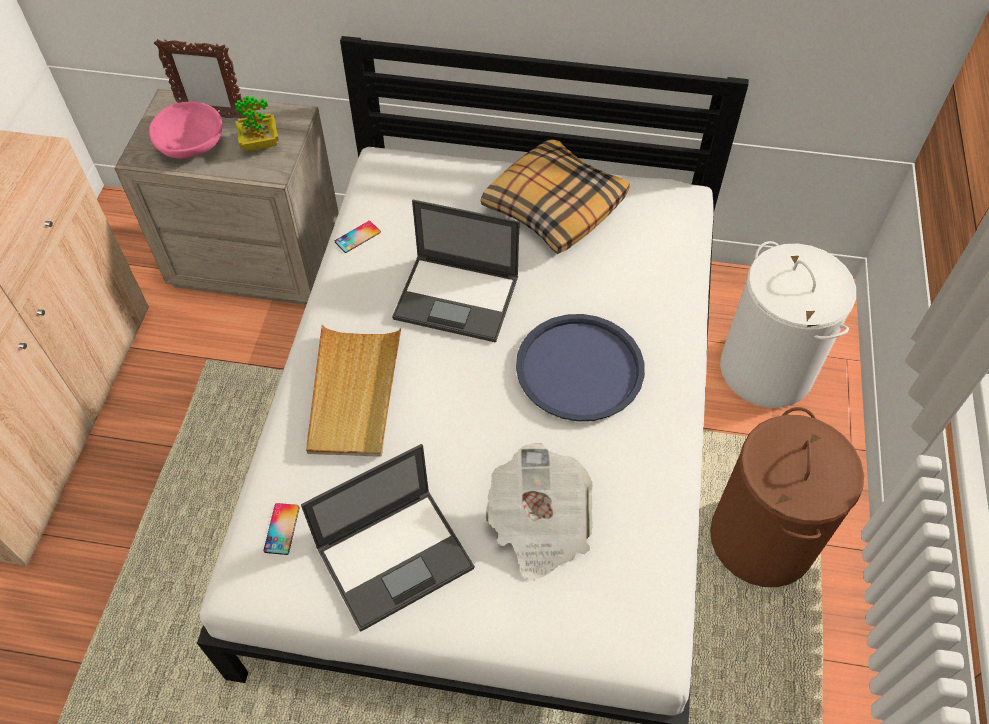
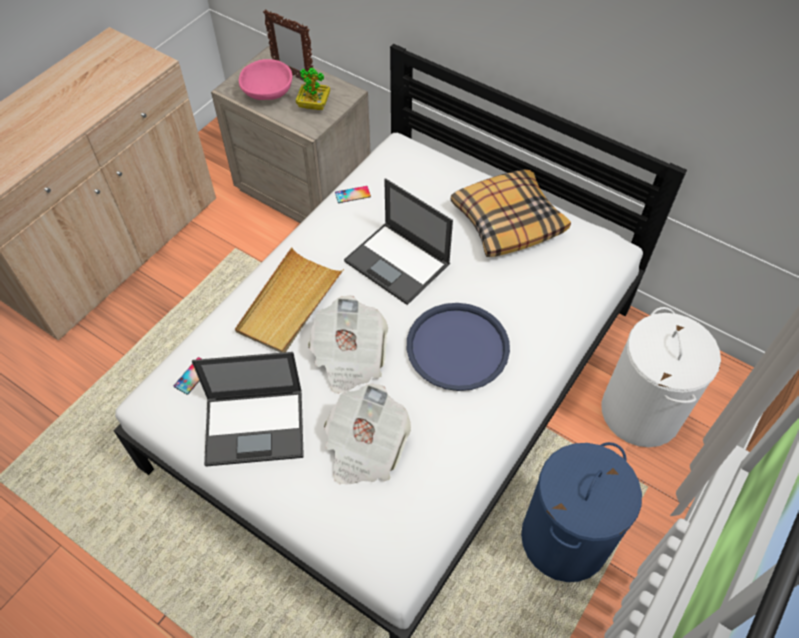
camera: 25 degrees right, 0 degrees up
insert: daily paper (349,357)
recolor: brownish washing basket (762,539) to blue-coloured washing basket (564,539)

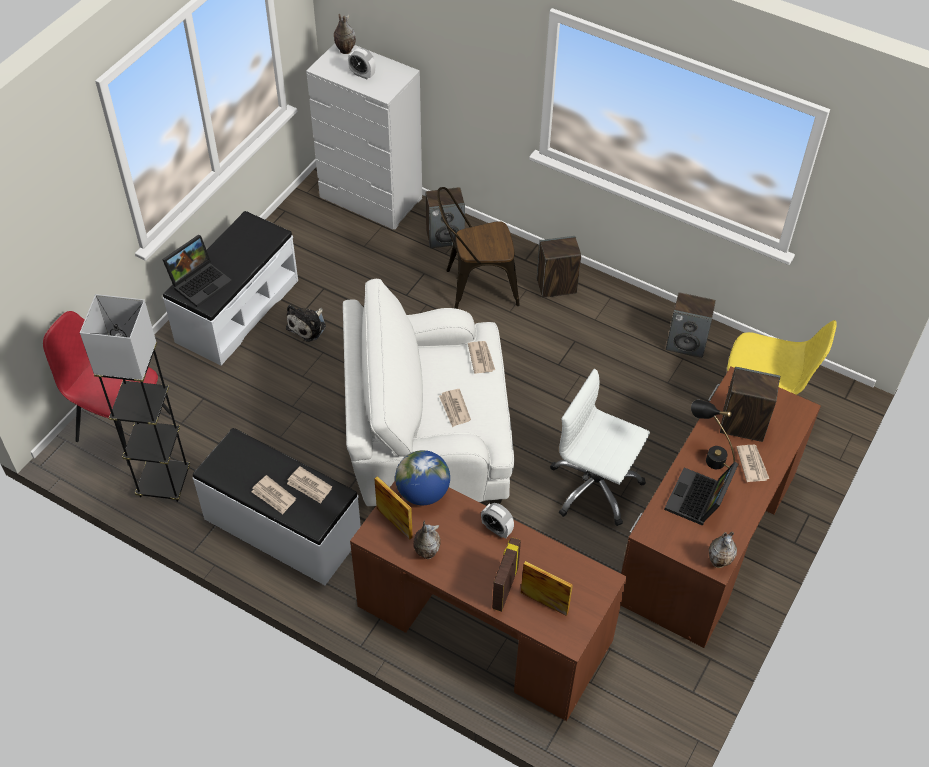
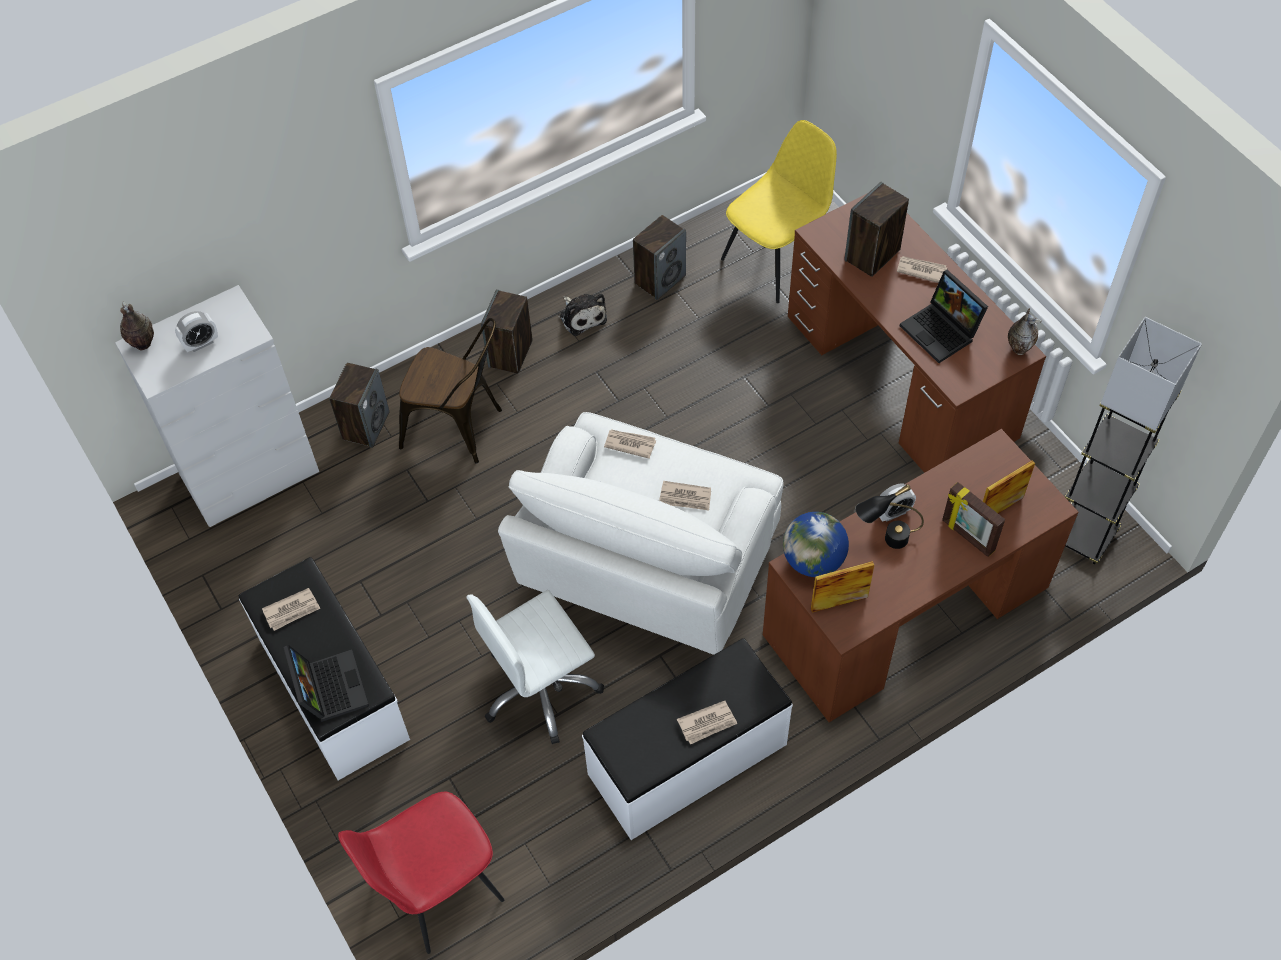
camera: 60 degrees left, 5 degrees up
delete: vase (426,552)
move: daily paper (309,486) to (292,610); white-coloured desk chair (595,487) to (540,689); soft toy (308,326) to (582,316); black lamp for a table (708,455) to (885,541); greyish standard lamp (164,483) to (1083,536)
rotate: brownish plain chair (475,286) = (459,428) 90 degrees counterclockwise

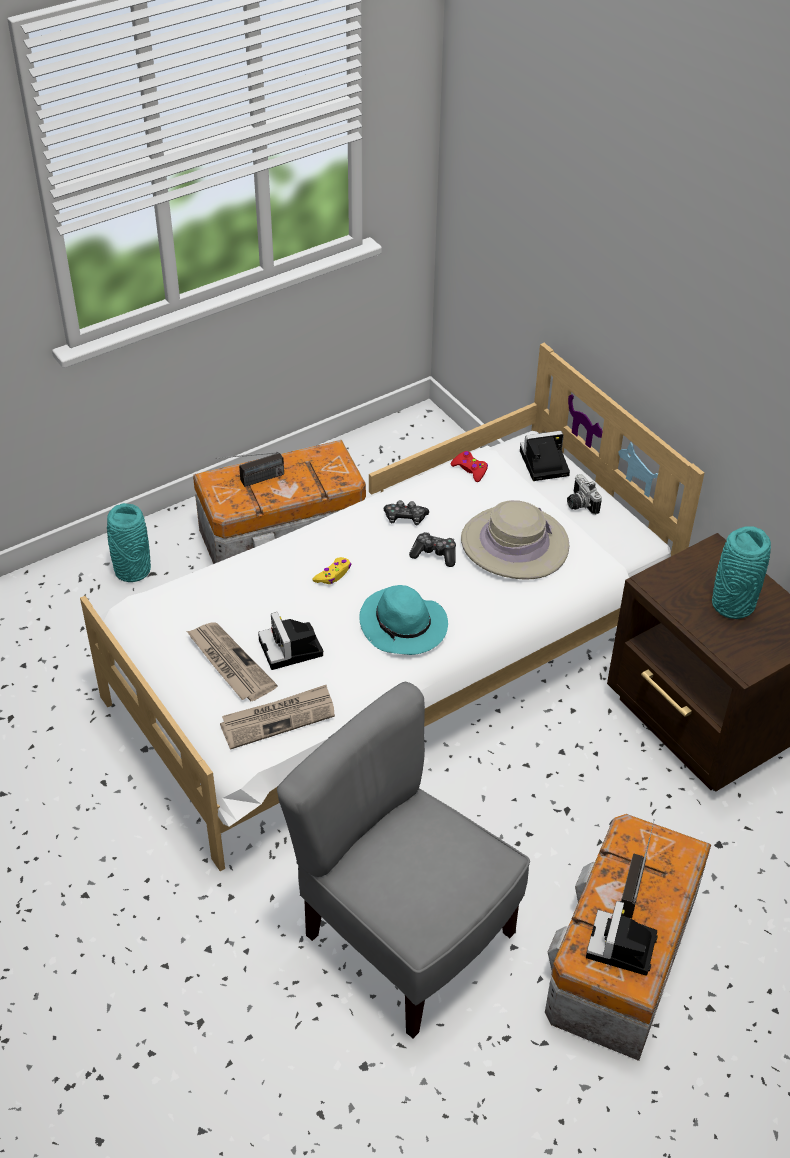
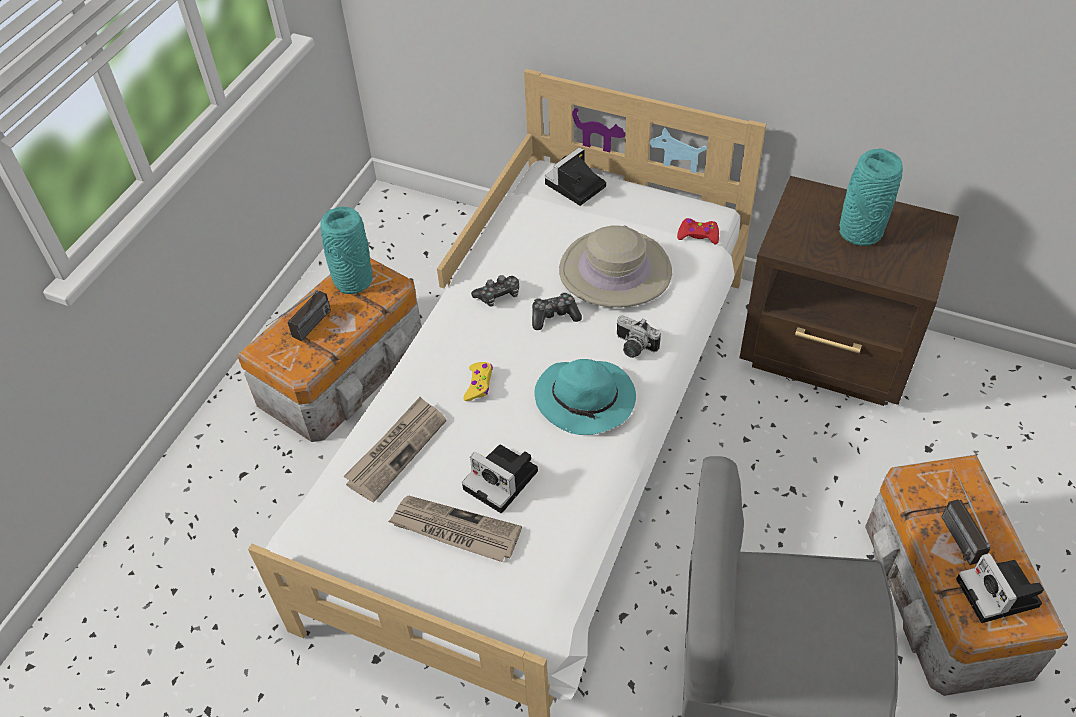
camera: 30 degrees left, 5 degrees up
move: turquoise-coloured vase (132,570) to (352,281); daily paper (278,718) to (396,450); still camera (579,504) to (633,347); red joypad (470,469) to (698,235)

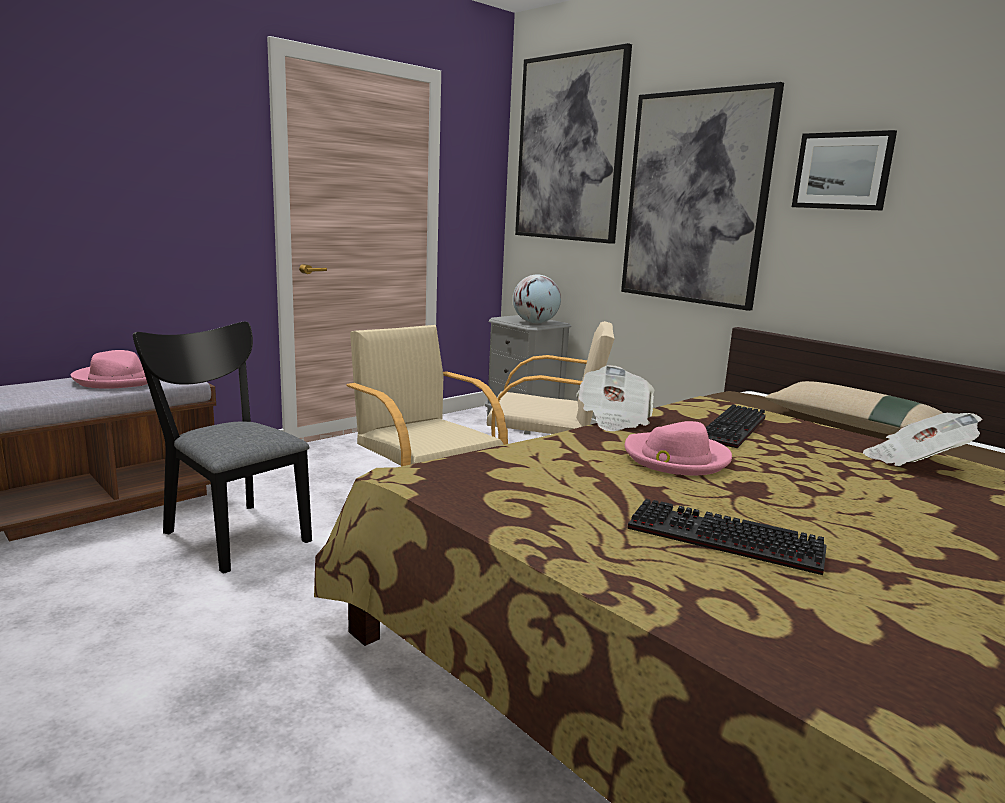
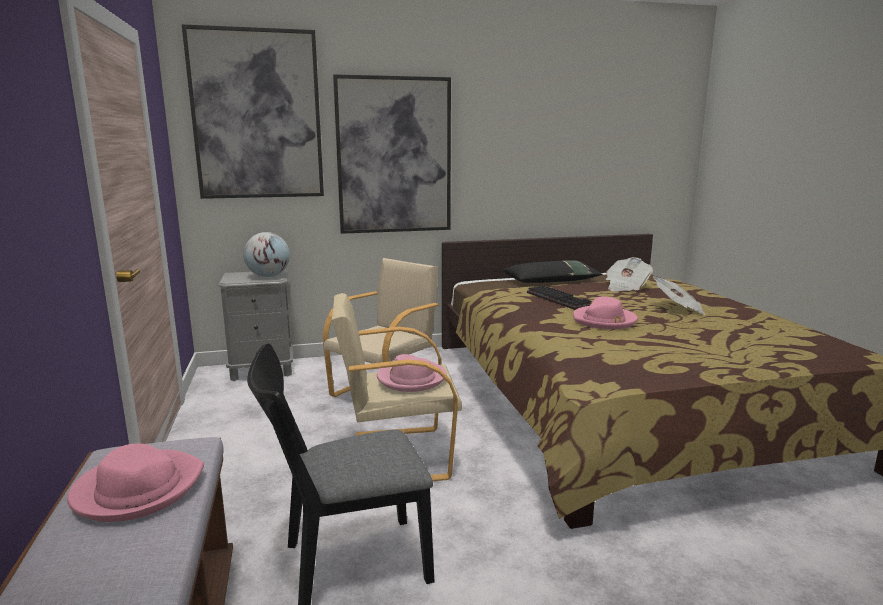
camera: 60 degrees left, 0 degrees up
delete: keyboard (720,540); wall picture (842,171)
insert: pink-coloured clothing hat (411,378)
move: daily paper (613,419) to (678,309)
recolor: beige-coloured pillow (853,425) to black pillow (552,281)

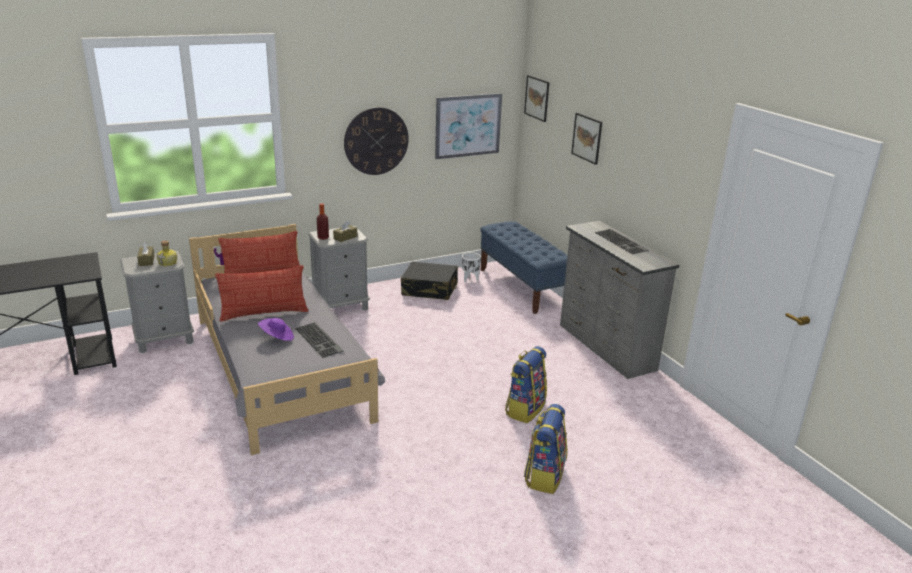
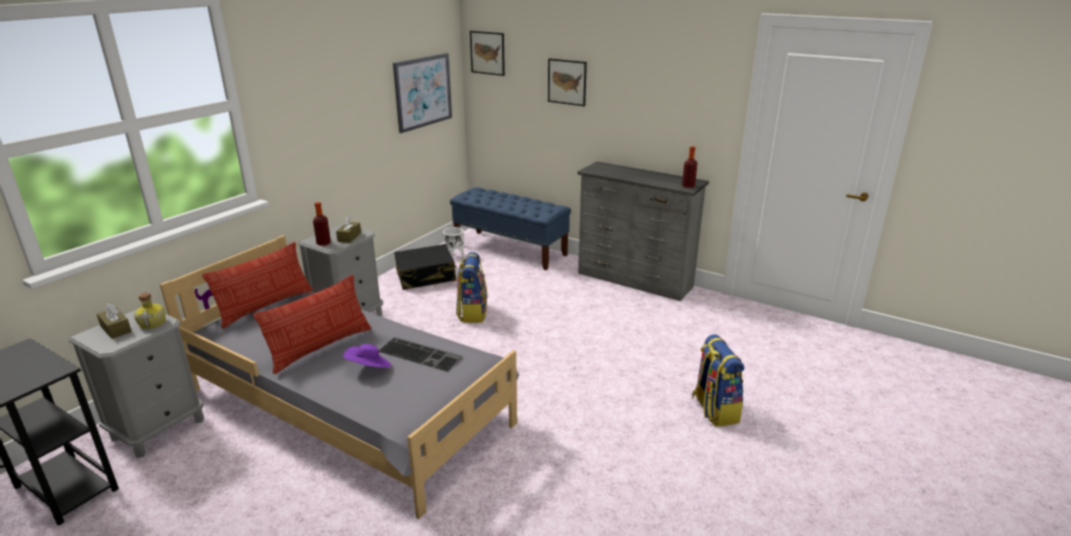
camera: 30 degrees left, 0 degrees up
delete: clock on the wall (376,141); keyboard (622,241)
insert: drink bottle (688,186)
move: backpack (525,409) to (472,313)

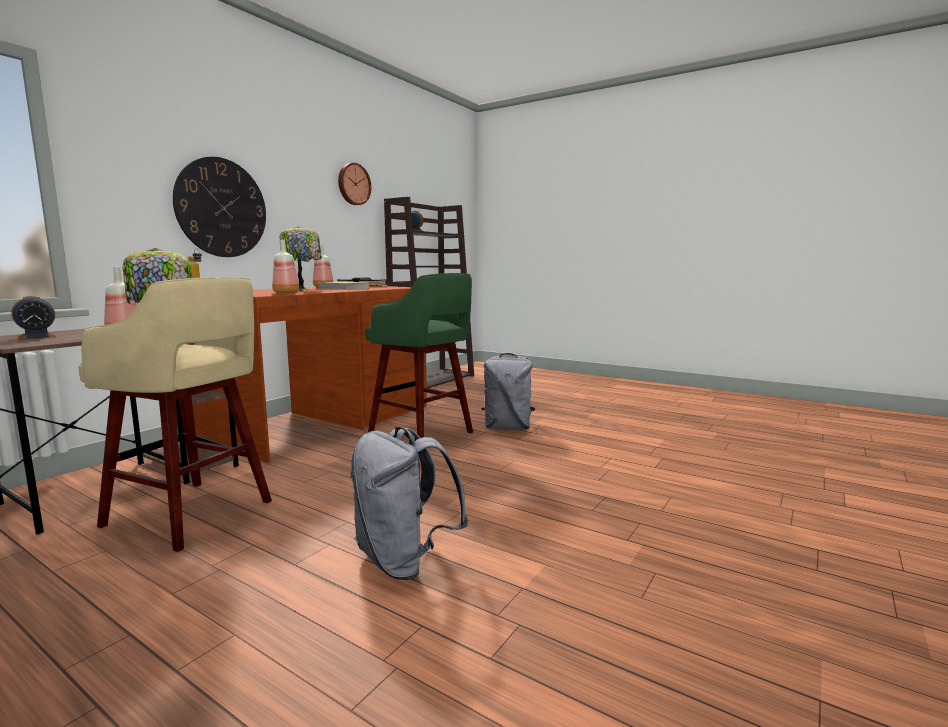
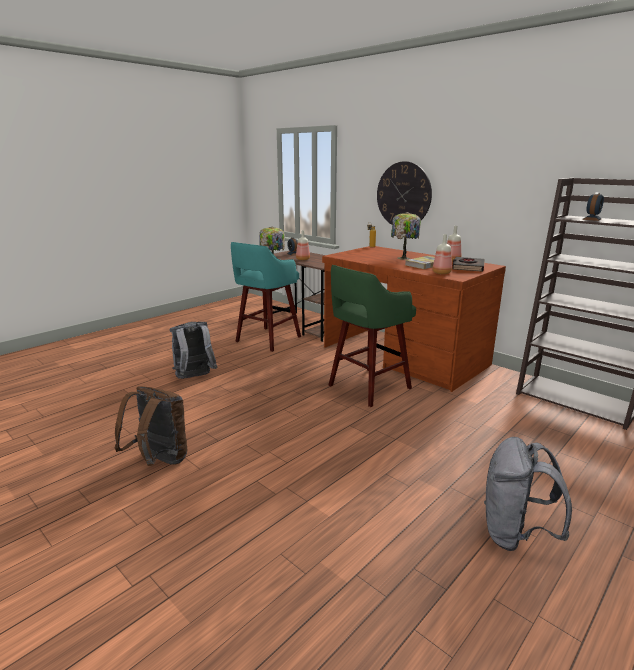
camera: 100 degrees right, 10 degrees up
delete: clock on the wall (353,184)
insert: brownish backpack (159,461)
move: drink bottle (286,293) to (442,273); greyish backpack (507,428) to (515,534)
recolor: beige-coloured stool (192,514) to turquoise-coloured stool (267,340)

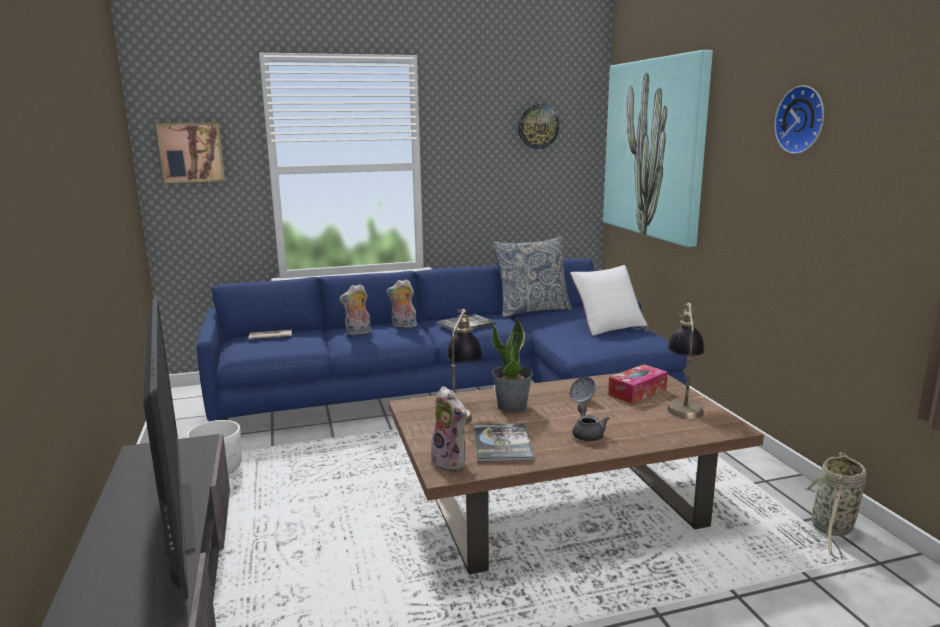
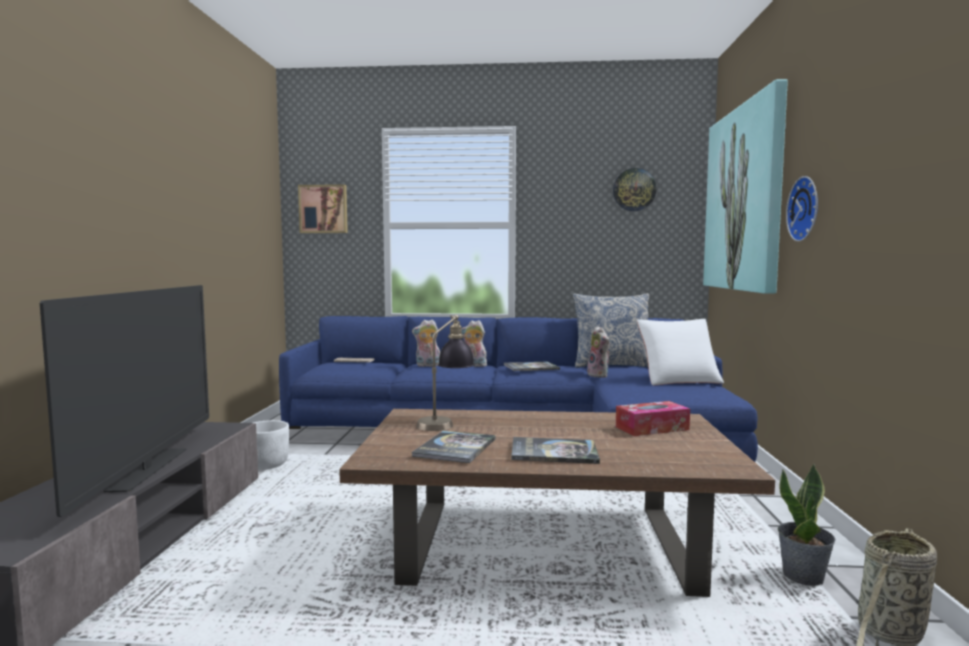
camera: 20 degrees right, 10 degrees down
delete: deep dish (582,400); lamp for a table (683,404)
move: soft toy (451,462) to (599,375); houseplant (512,406) to (803,577); clock on the wall (802,120) to (806,209)
replace: greyish teapot (587,434) to volume (554,452)

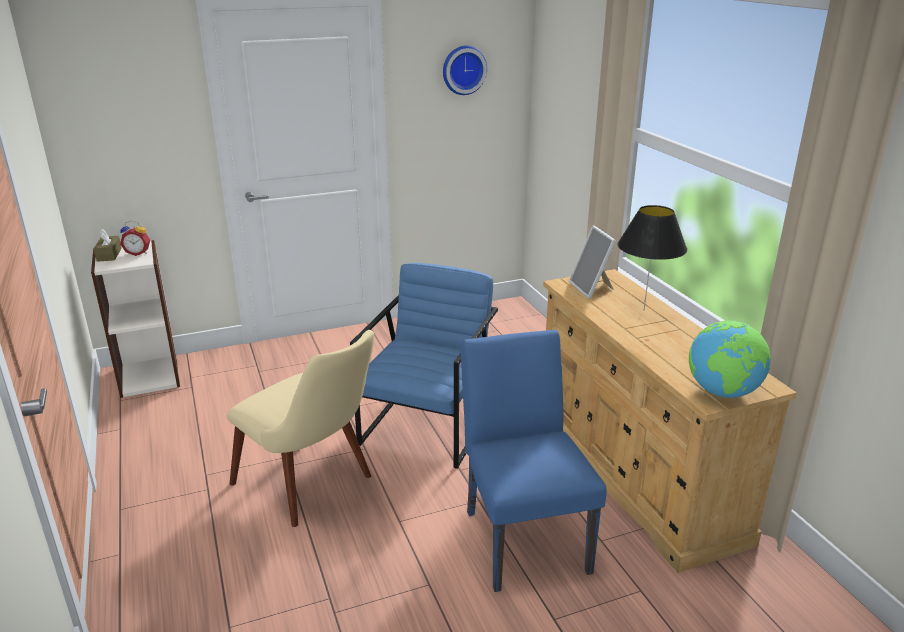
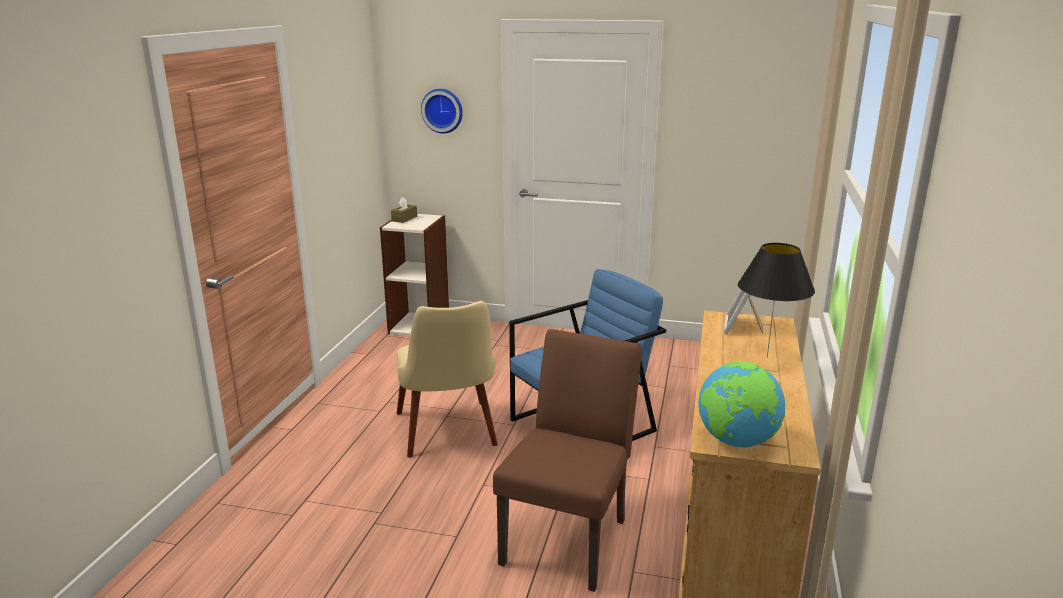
camera: 35 degrees right, 5 degrees down
delete: table clock (138,253)
move: clock on the wall (463,69) to (443,110)
recolor: blue-coloured plain chair (522,534) to brownish plain chair (569,535)

